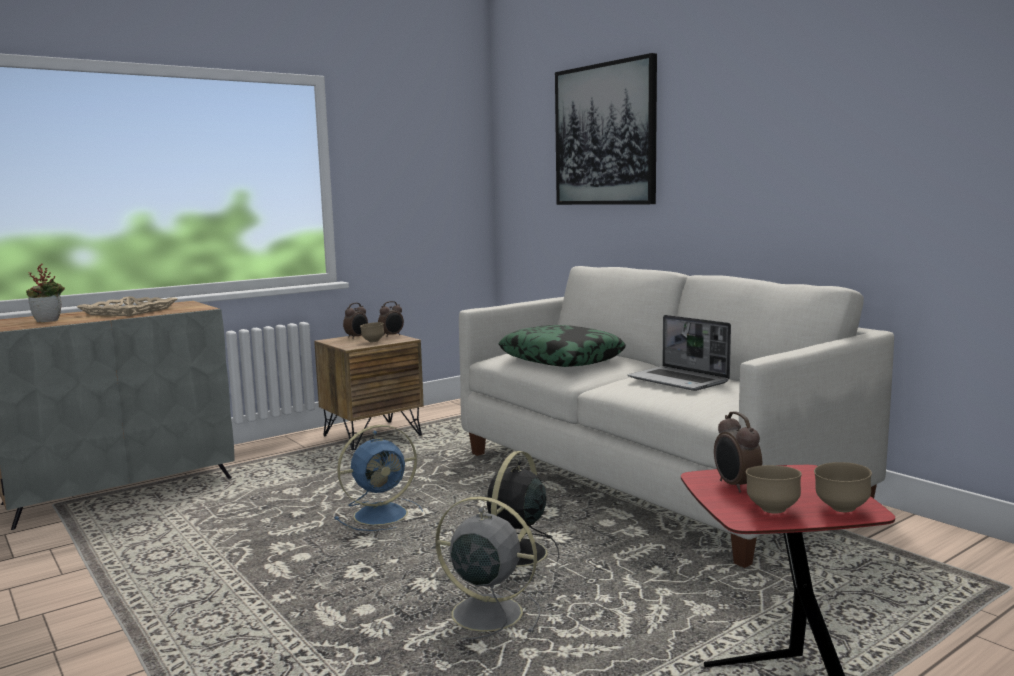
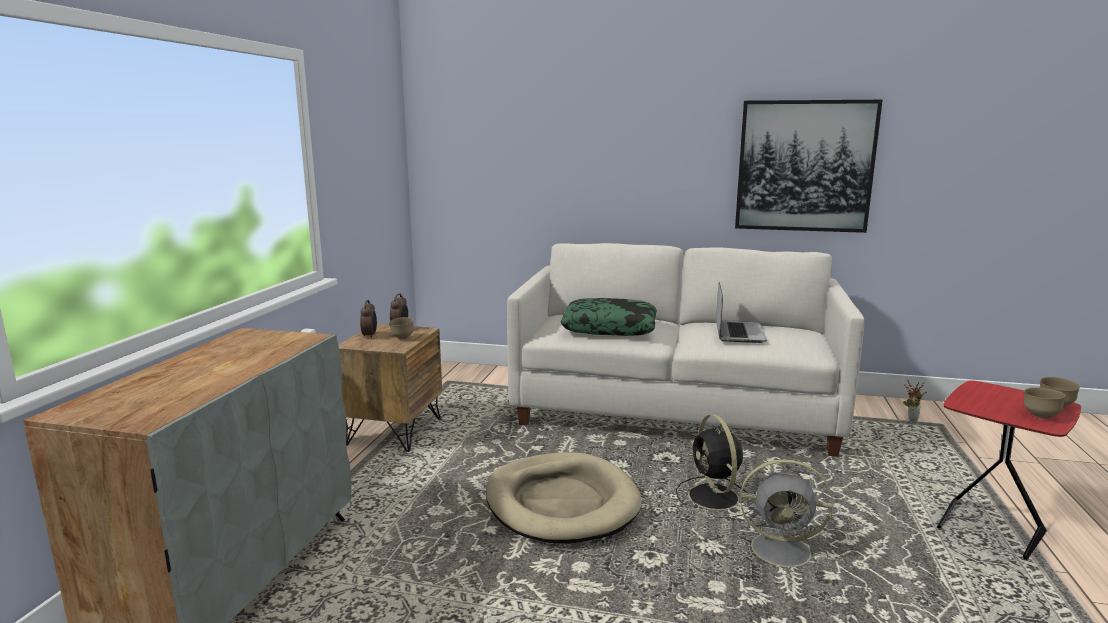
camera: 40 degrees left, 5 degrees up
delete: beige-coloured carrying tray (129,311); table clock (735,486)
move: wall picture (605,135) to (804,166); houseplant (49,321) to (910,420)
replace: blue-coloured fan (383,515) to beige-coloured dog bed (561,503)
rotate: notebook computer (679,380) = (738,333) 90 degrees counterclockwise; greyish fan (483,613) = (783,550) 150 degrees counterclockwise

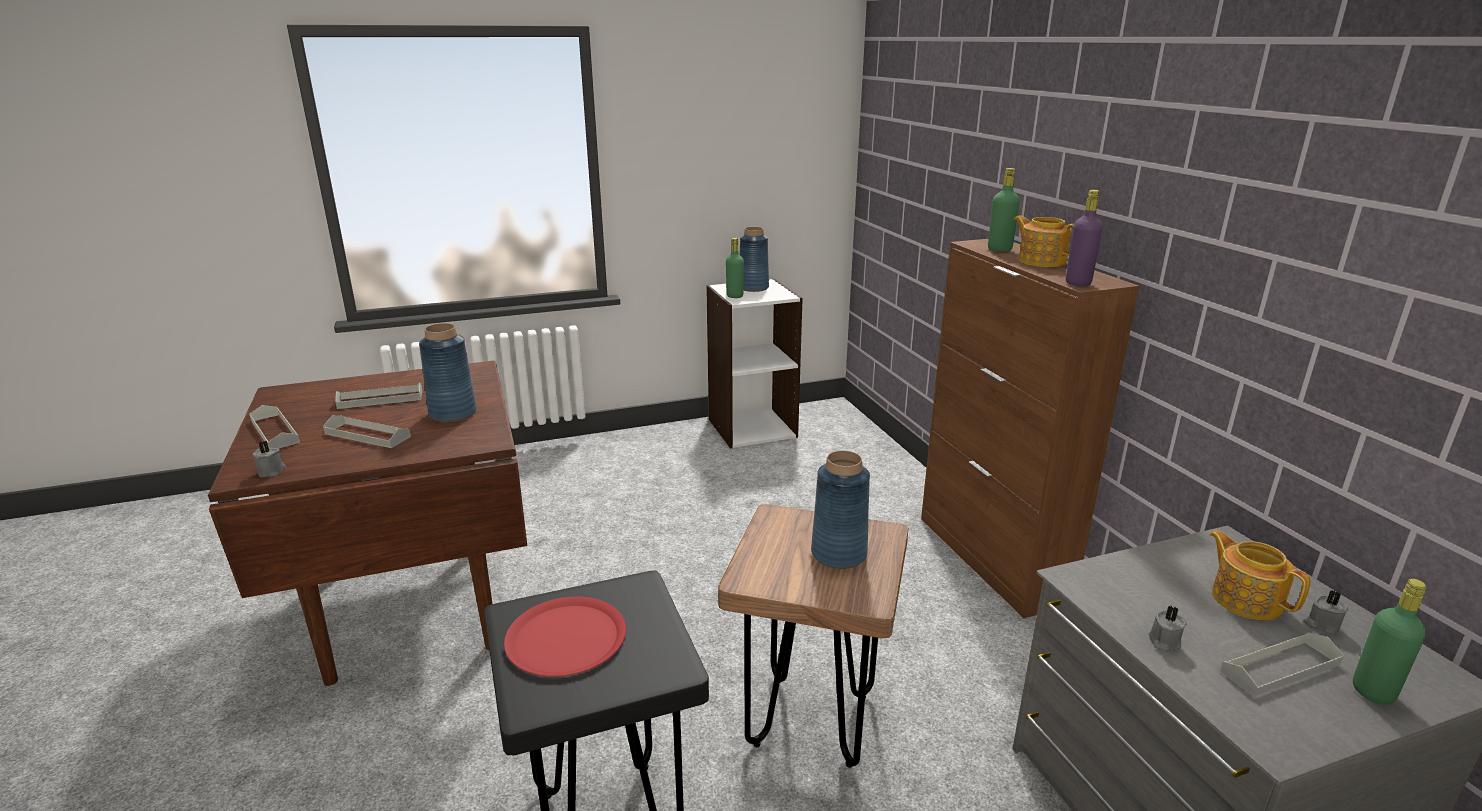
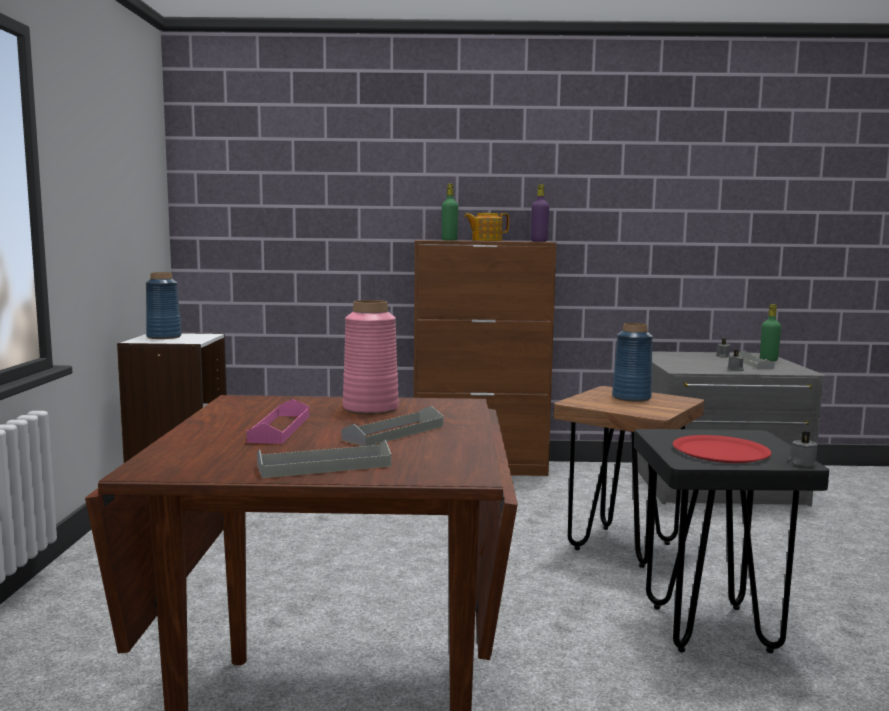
camera: 70 degrees left, 15 degrees down
delete: green-coloured drink bottle (734,296); teapot (1245,599)
move: greyish wax light (272,471) to (802,463)
recolor: greyish carrying tray (380,399) to pink-coloured carrying tray (280,428); blue-coloured vase (452,413) to pink-coloured vase (370,409)

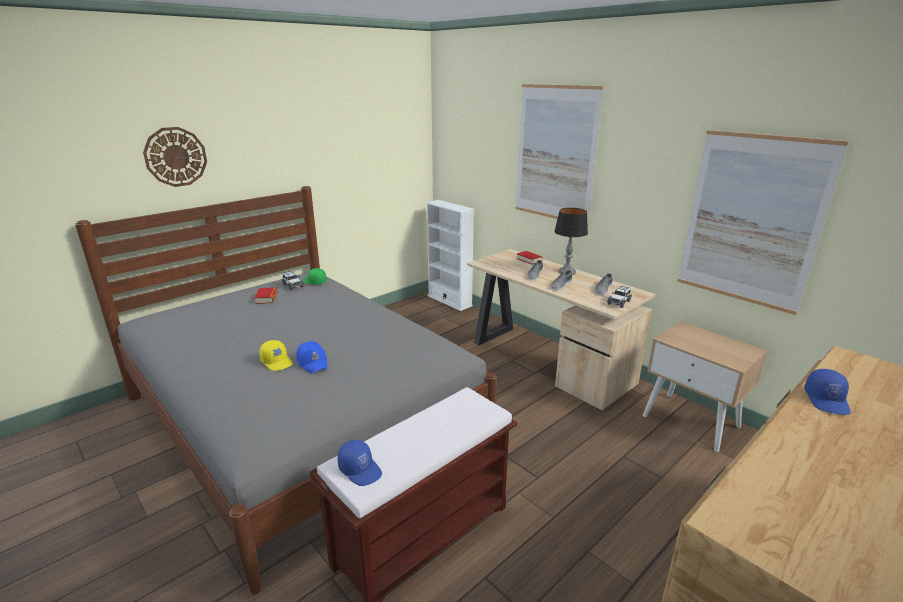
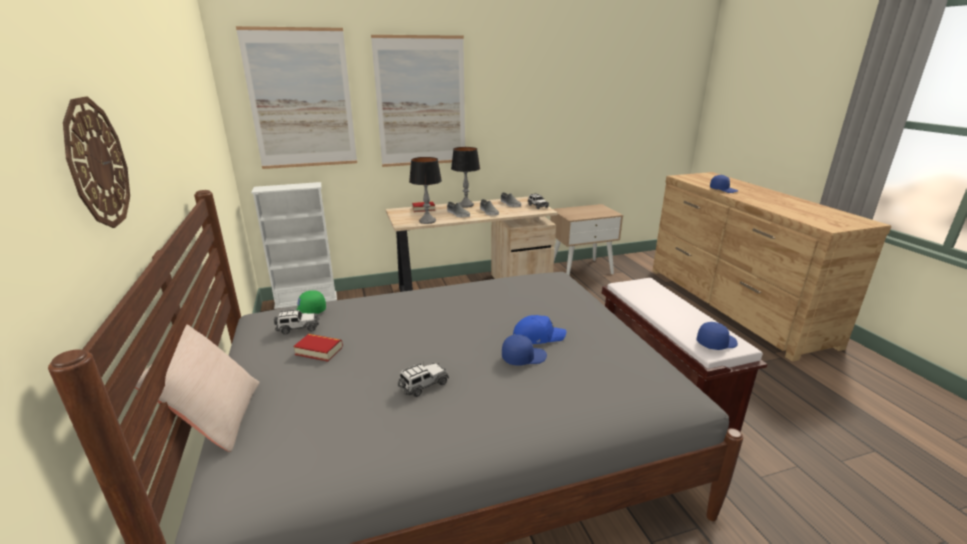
camera: 65 degrees left, 0 degrees up
insert: beige-coloured pillow (214,417); miniature car (423,385); lamp for a table (427,221)
move: wall picture (751,221) to (301,100)
recolor: yellow-coloured cap (277,362) to blue-coloured cap (523,357)

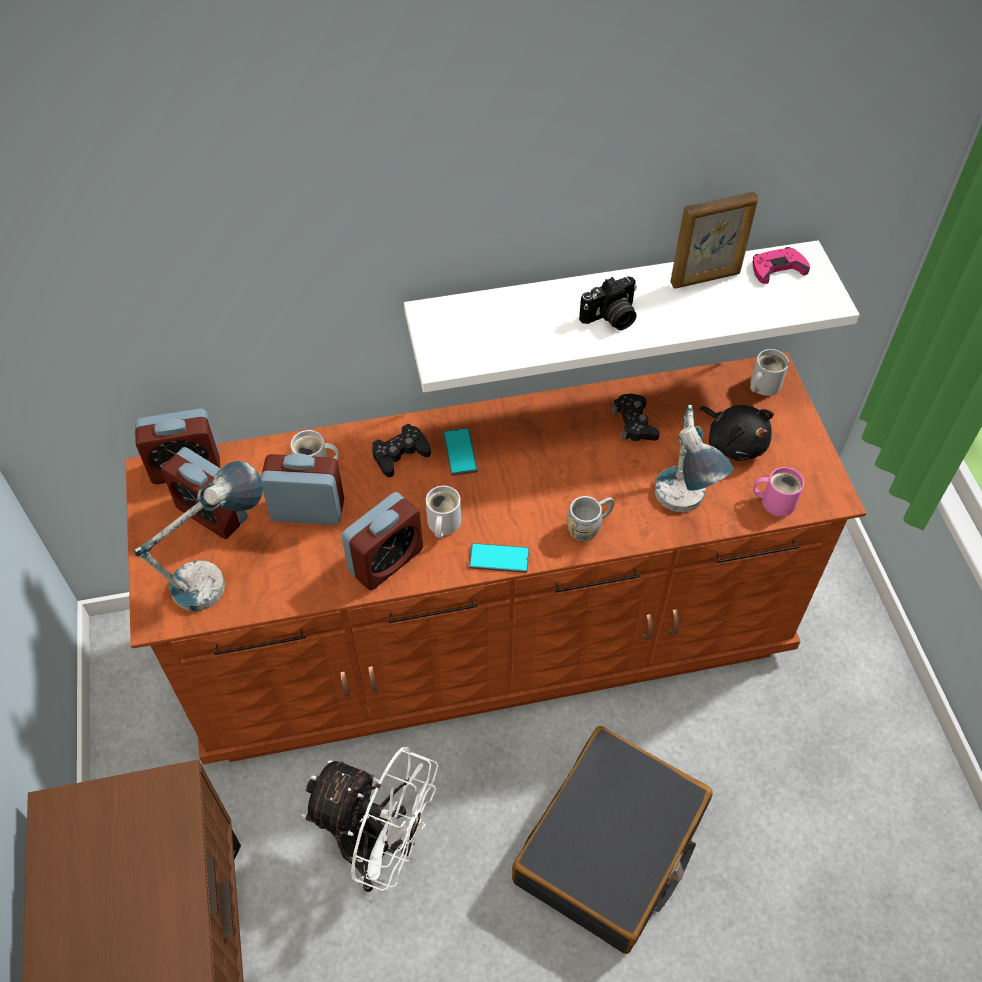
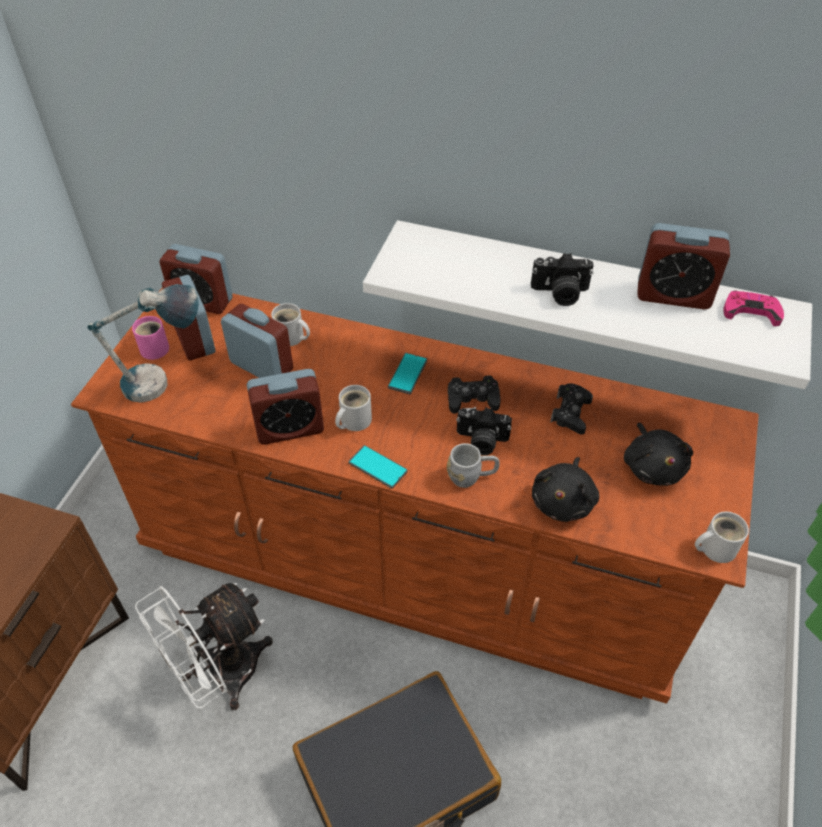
camera: 30 degrees right, 5 degrees down
insert: still camera (481,441)
move: pink-coloured tea mug (775,501) to (154,347); black joypad (400,454) to (472,399); white-coloured tea mug (762,385) to (714,547)
replace: lamp for a table (682,510) to black soft toy (563,501); picture frame (706,279) to table clock (673,295)
rotate: white-coloured fan (379,847) = (221,675) 90 degrees clockwise

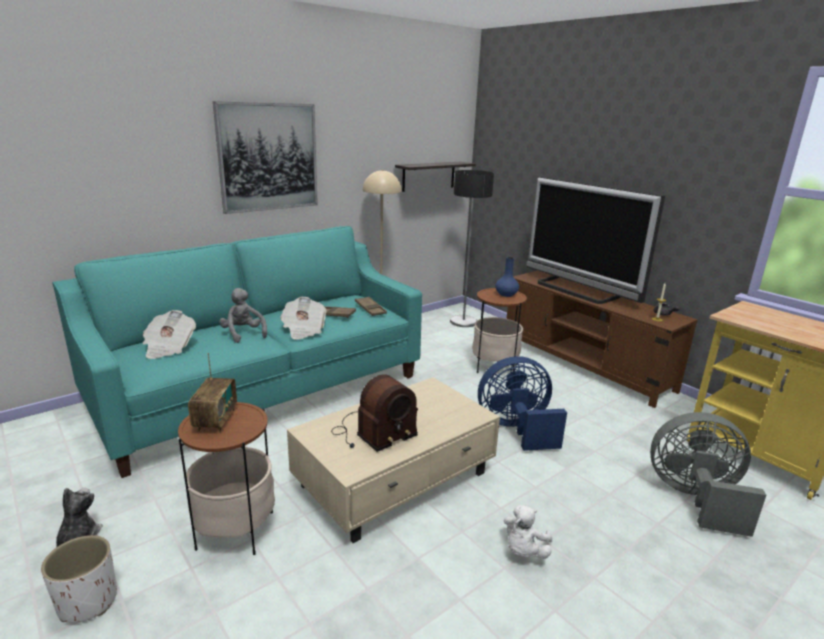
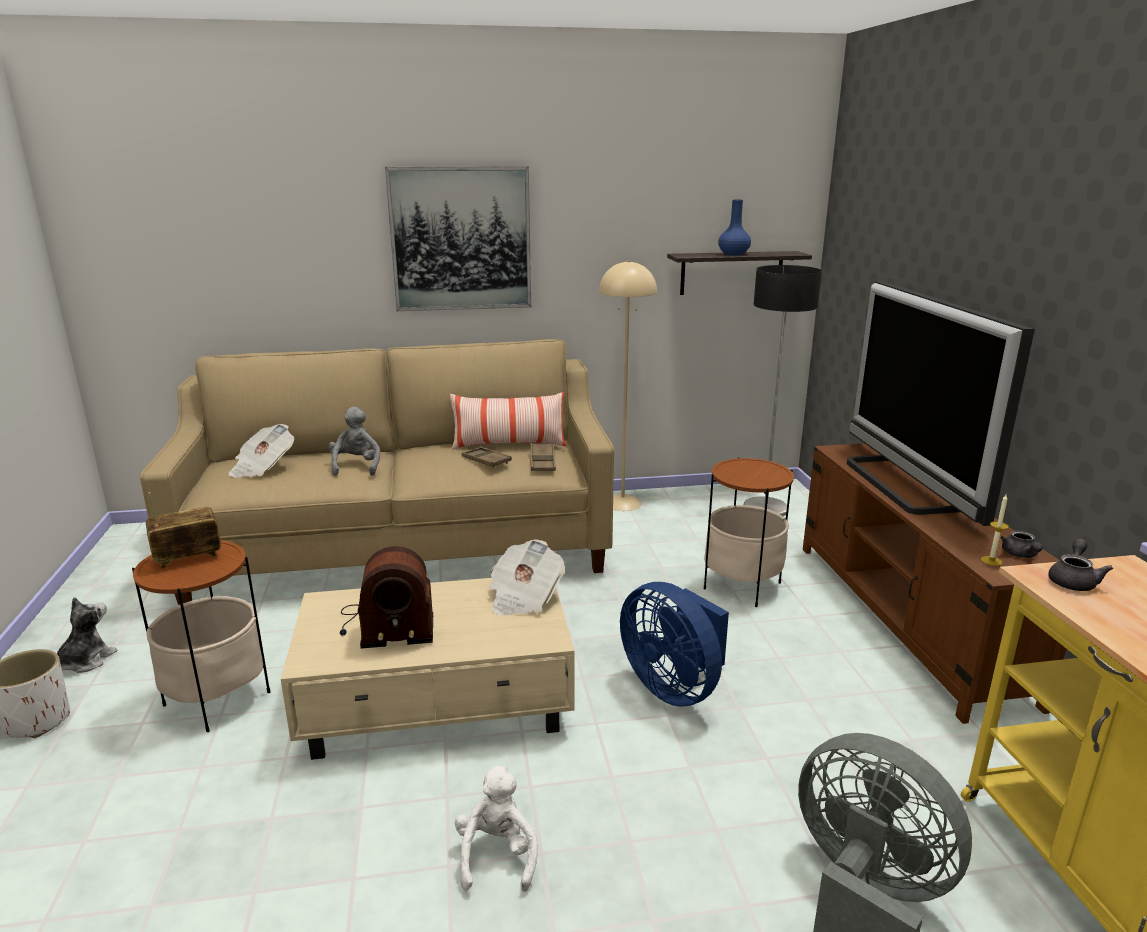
camera: 30 degrees right, 0 degrees up
insert: pillow (509,445); greyish teapot (1073,580)
move: daily paper (303,330) to (524,597); blue-coloured vase (506,294) to (733,254)
recolor: turquoise-coloured couch (261,390) to beige-coloured couch (402,545)
rotate: radio (215,420) = (188,557) 150 degrees counterclockwise; white-coloured soft toy (524,551) = (497,856) 120 degrees clockwise; blue-coloured fan (516,429) = (674,687) 150 degrees counterclockwise

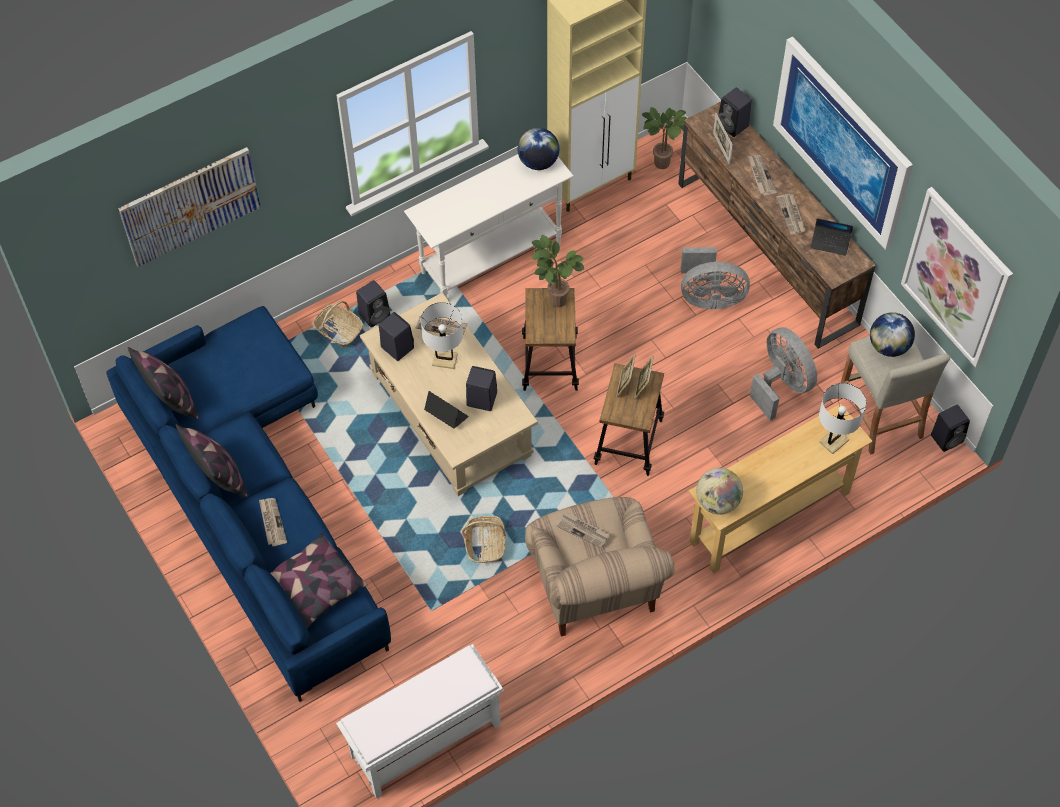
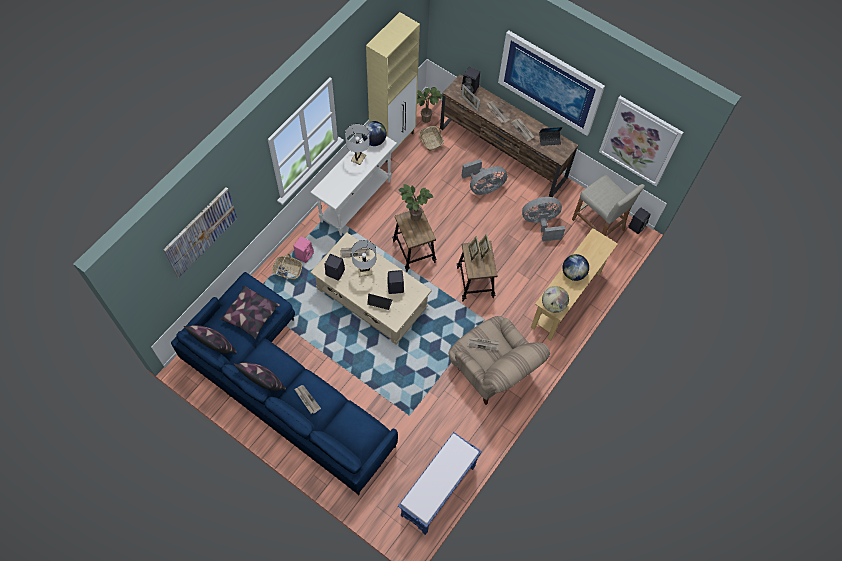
camera: 25 degrees left, 5 degrees up
move: pillow (315,587) to (251,315); white-coloured lamp for a table (834,441) to (358,158); storage basket (485,544) to (430,141); globe (888,346) to (573,273)
recolor: black speaker (375,314) to pink-coloured speaker (304,254); white-coloured bench (424,742) to blue-coloured bench (438,492)
rotate: greyish fan (781,385) = (541,224) 45 degrees counterclockwise

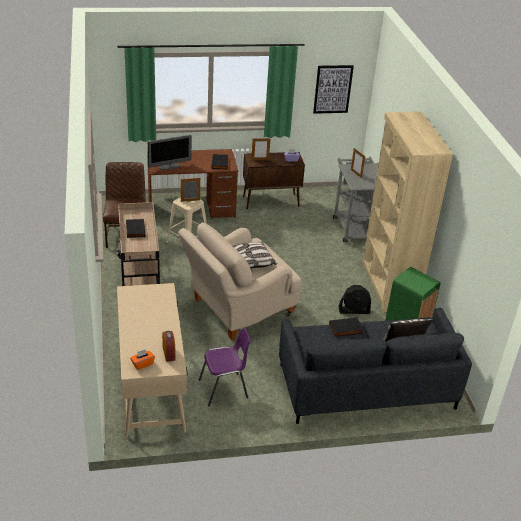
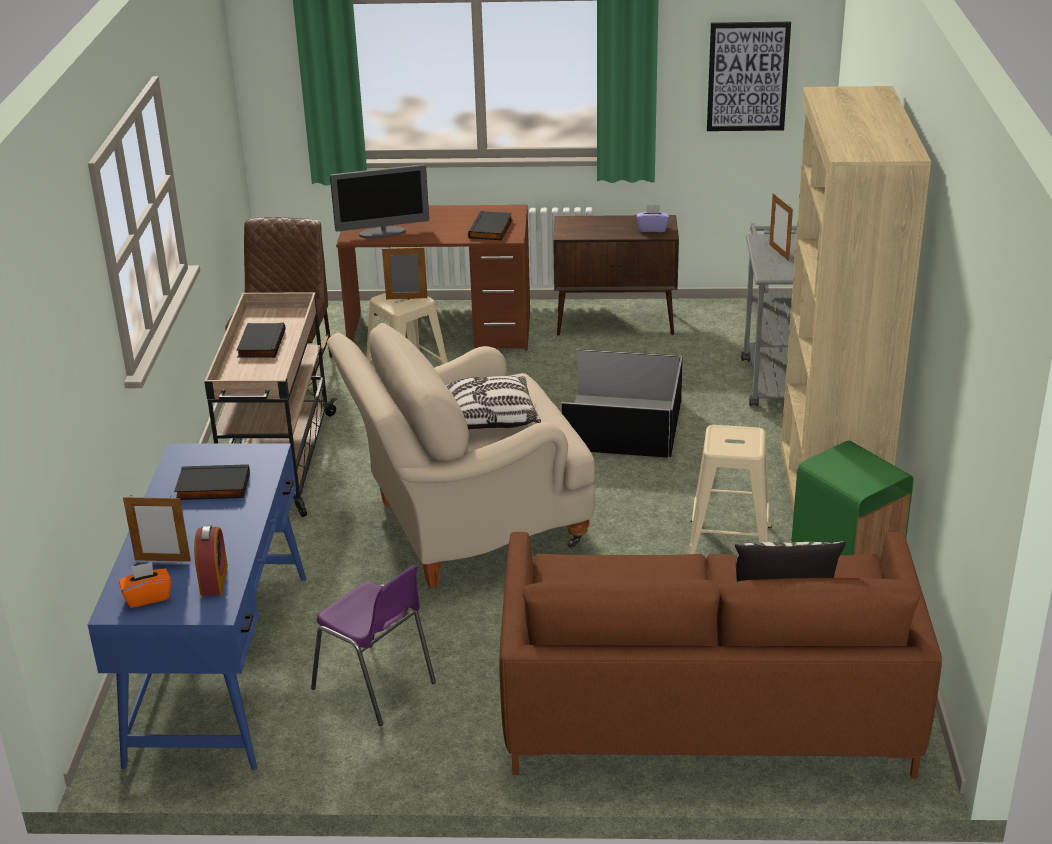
camera: 15 degrees right, 5 degrees down
insert: black storage container (622,424)
move: picture frame (260,159) to (162,560); black volume (345,329) to (212,487)
replace: black fan (354,310) to beige-coloured stool (730,544)
recolor: beige-coloured desk table (151,385) to blue-coloured desk table (221,665); greyish couch (366,386) to brownish couch (706,707)
rotate: purplish plain chair (224,389) = (376,687) 45 degrees clockwise

